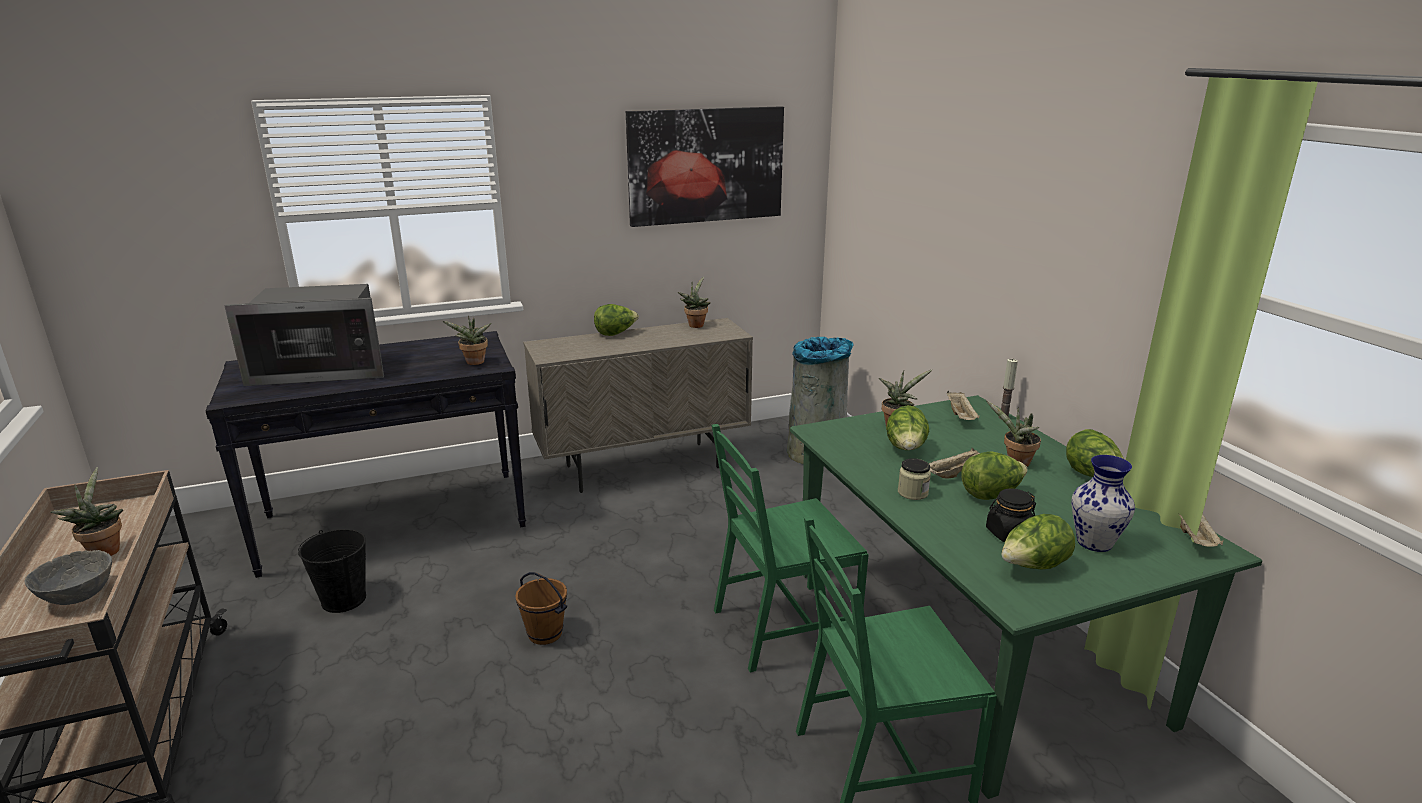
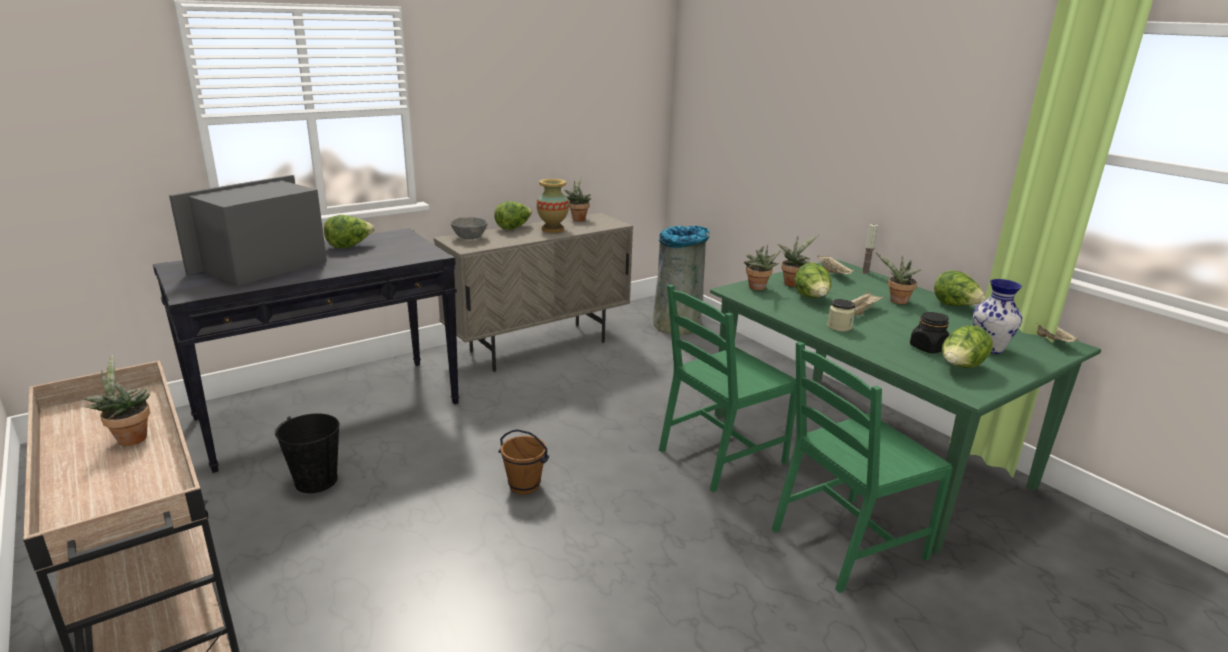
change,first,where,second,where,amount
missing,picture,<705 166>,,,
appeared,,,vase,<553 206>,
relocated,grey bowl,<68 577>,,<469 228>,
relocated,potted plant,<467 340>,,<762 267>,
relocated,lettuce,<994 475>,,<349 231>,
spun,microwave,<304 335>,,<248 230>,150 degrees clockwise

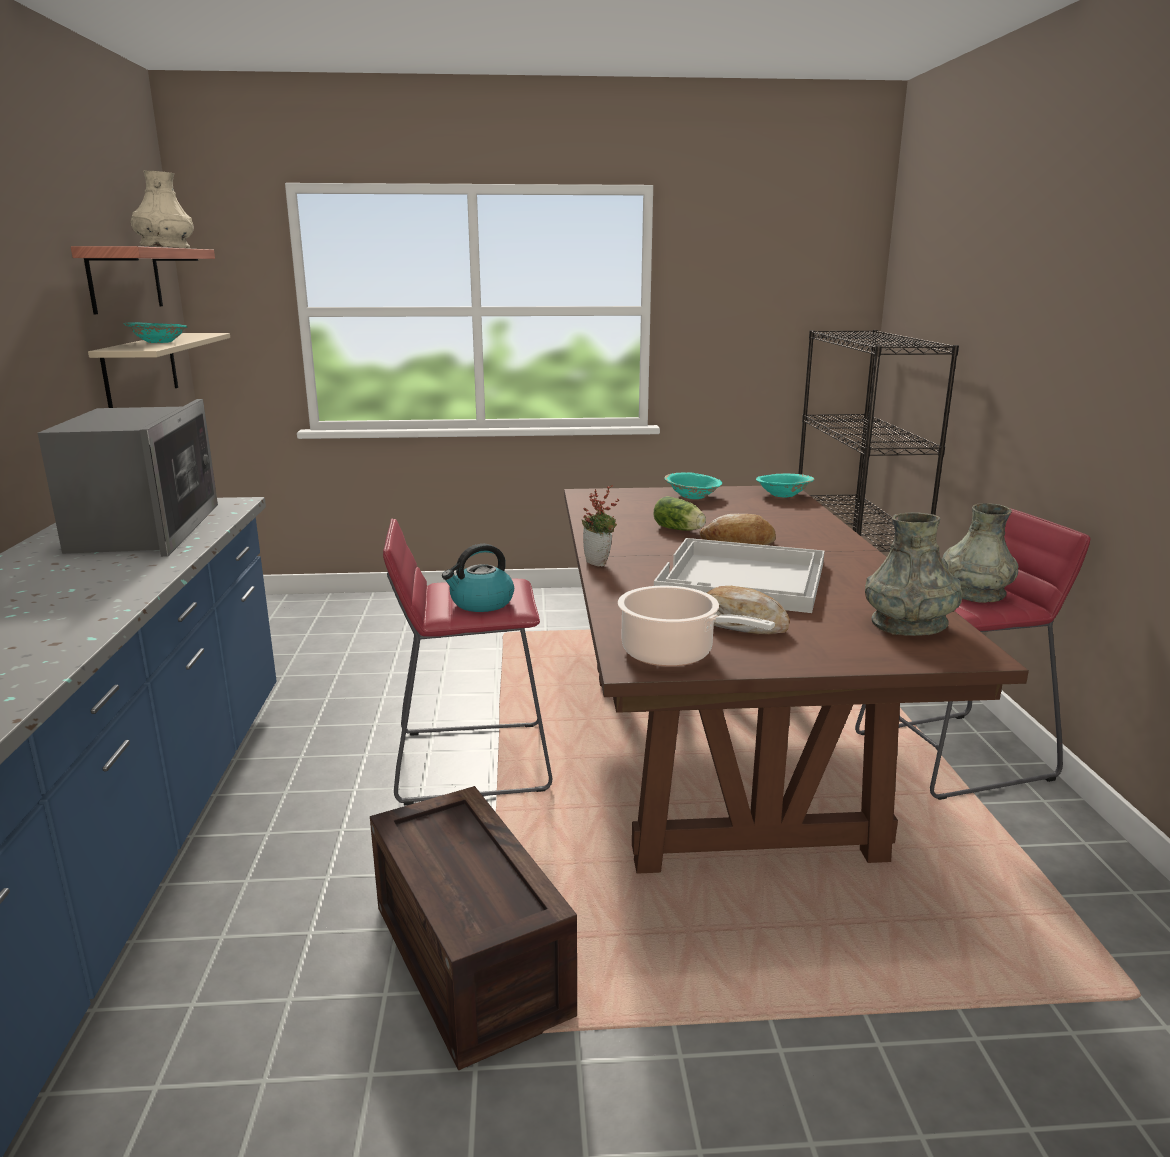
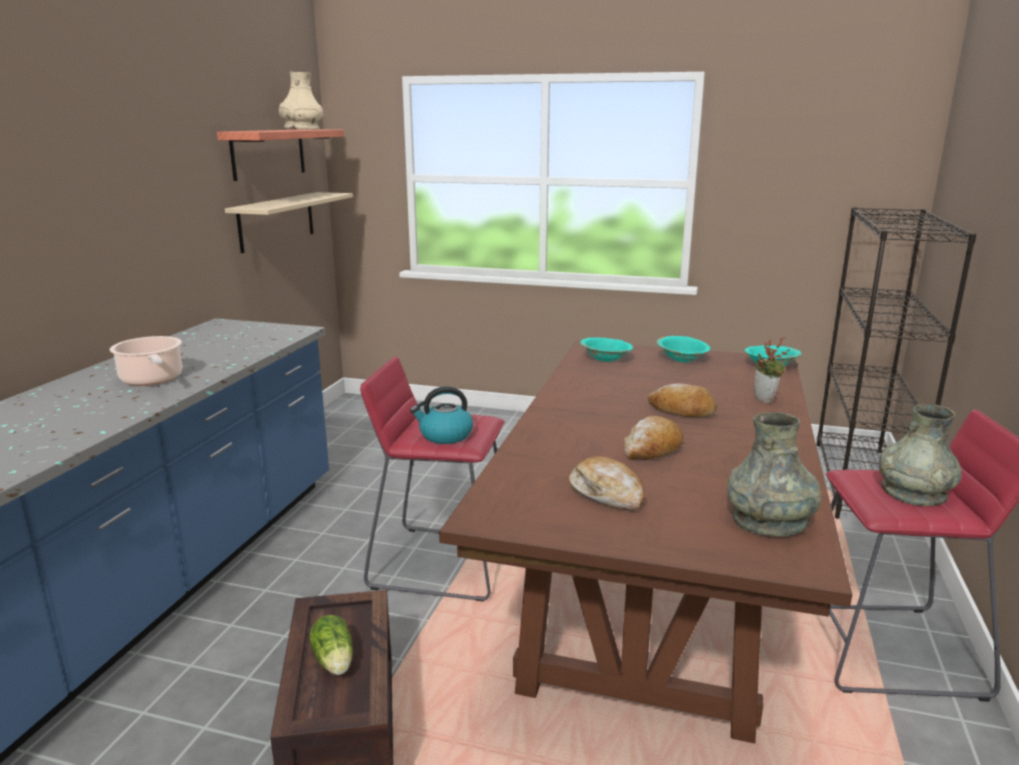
change,first,where,second,where,amount
missing,microwave,<128 478>,,,
relocated,turquoise bowl,<156 332>,,<606 349>,
relocated,potted plant,<600 525>,,<772 370>,
relocated,cooking pot,<696 626>,,<146 361>,
relocated,lettuce,<679 513>,,<331 645>,
exchanged,white tray,<739 575>,bread,<653 438>,

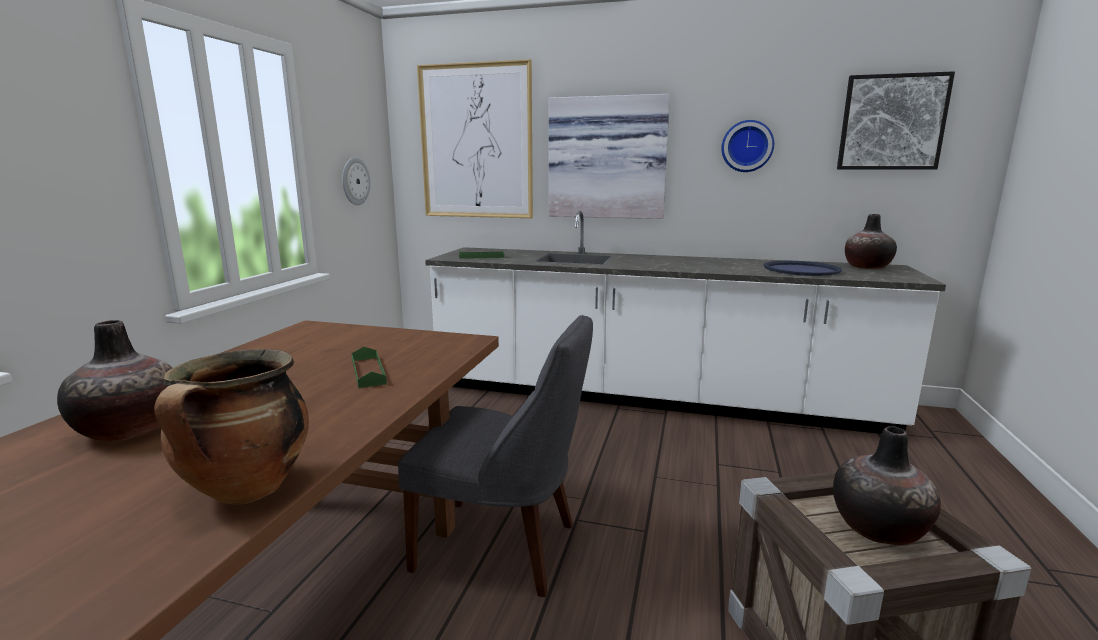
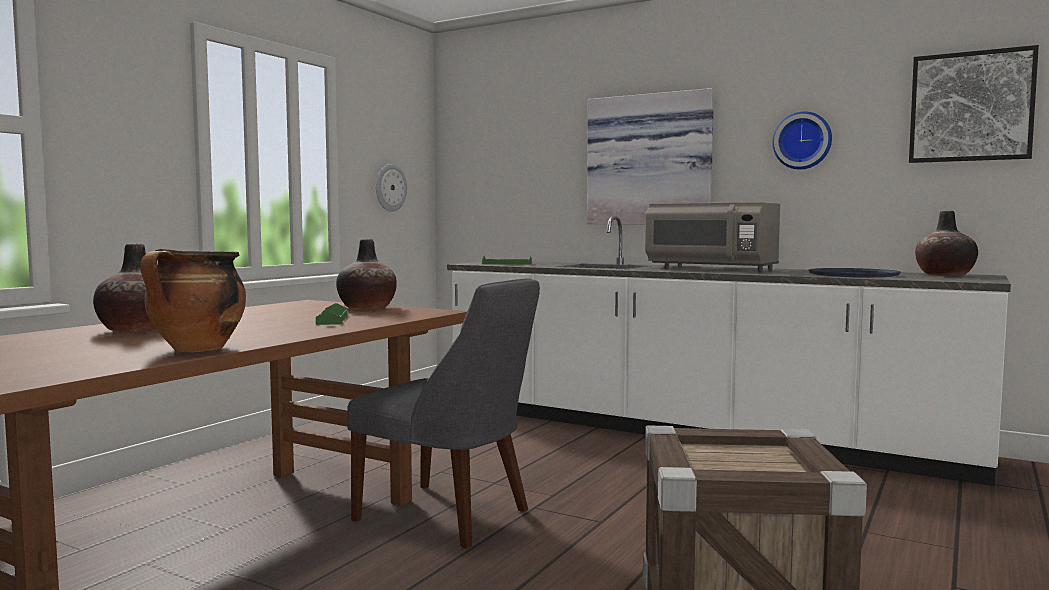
change,first,where,second,where,amount
missing,picture,<475 138>,,,
appeared,,,grey microwave,<712 236>,
relocated,vase,<887 485>,,<366 274>,

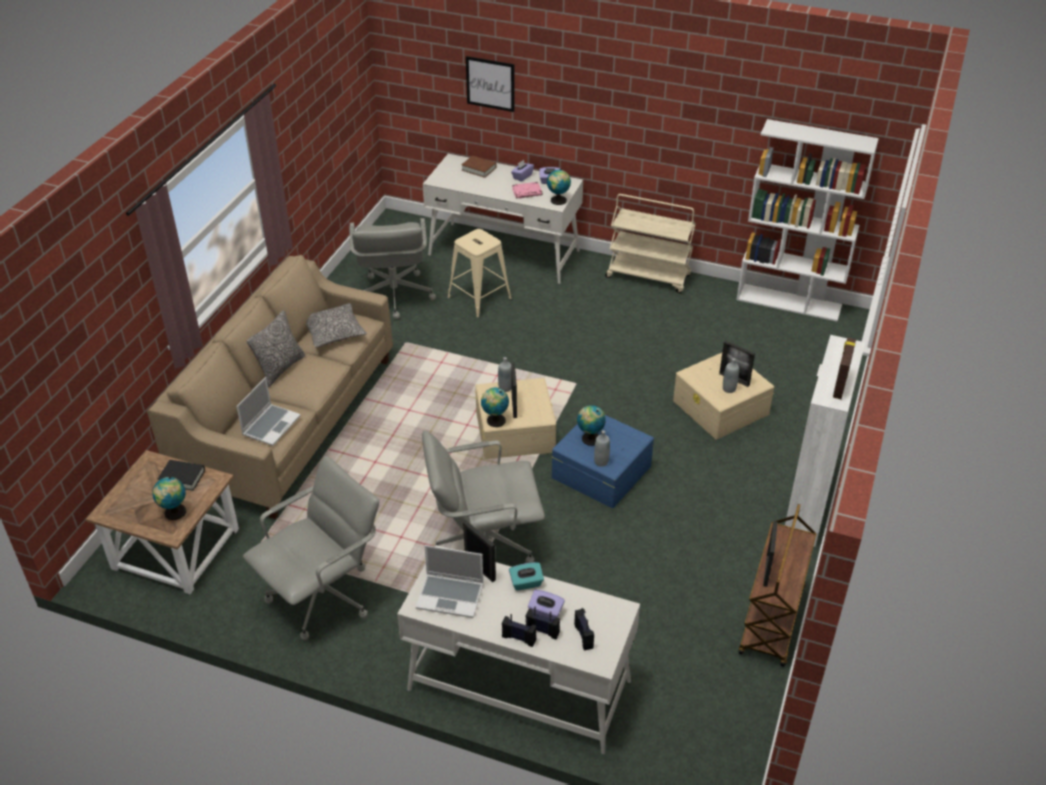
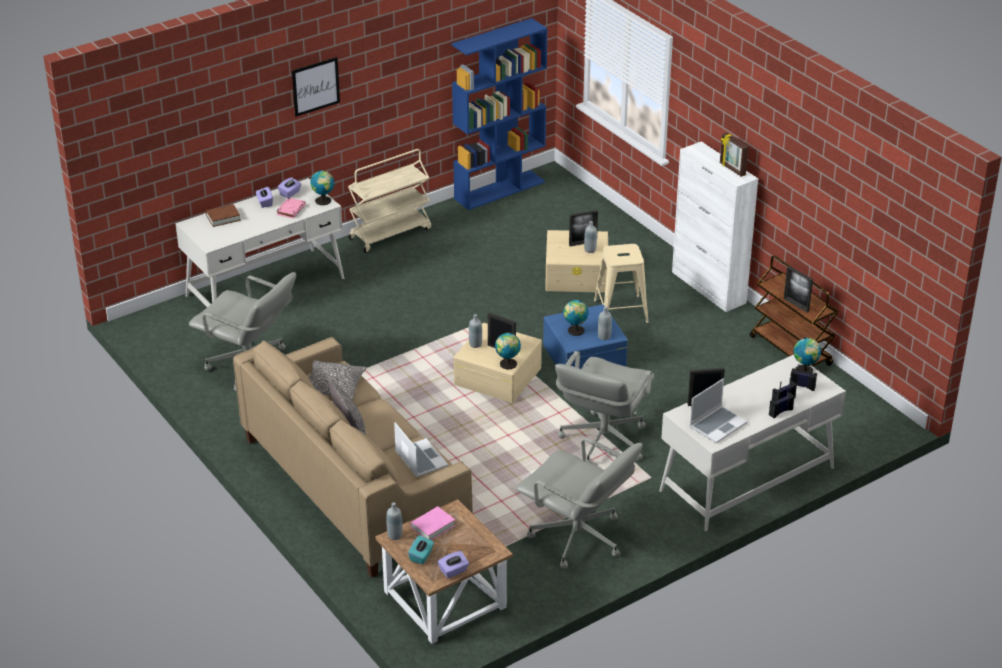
change,first,where,second,where,amount
appeared,,,grey bottle,<394 521>,
relocated,globe,<169 498>,,<807 355>,
relocated,beige stool,<479 273>,,<621 283>,
relocated,picture,<490 84>,,<316 87>,
relocated,turquoise tissue box,<526 576>,,<421 549>,
relocated,purple tissue box,<546 604>,,<453 564>,
colour,black book,<181 475>,pink book,<432 523>,
colour,white bookcase,<807 220>,blue bookcase,<499 114>,
spun,grey office chair,<311 548>,,<579 503>,135 degrees clockwise

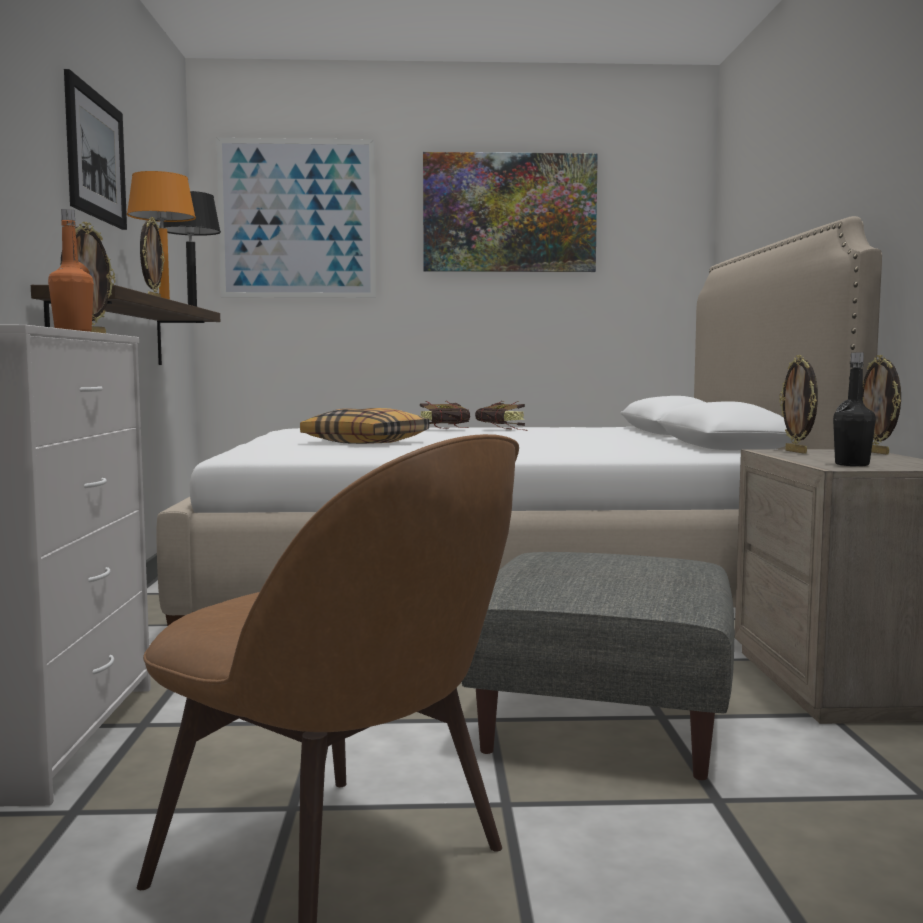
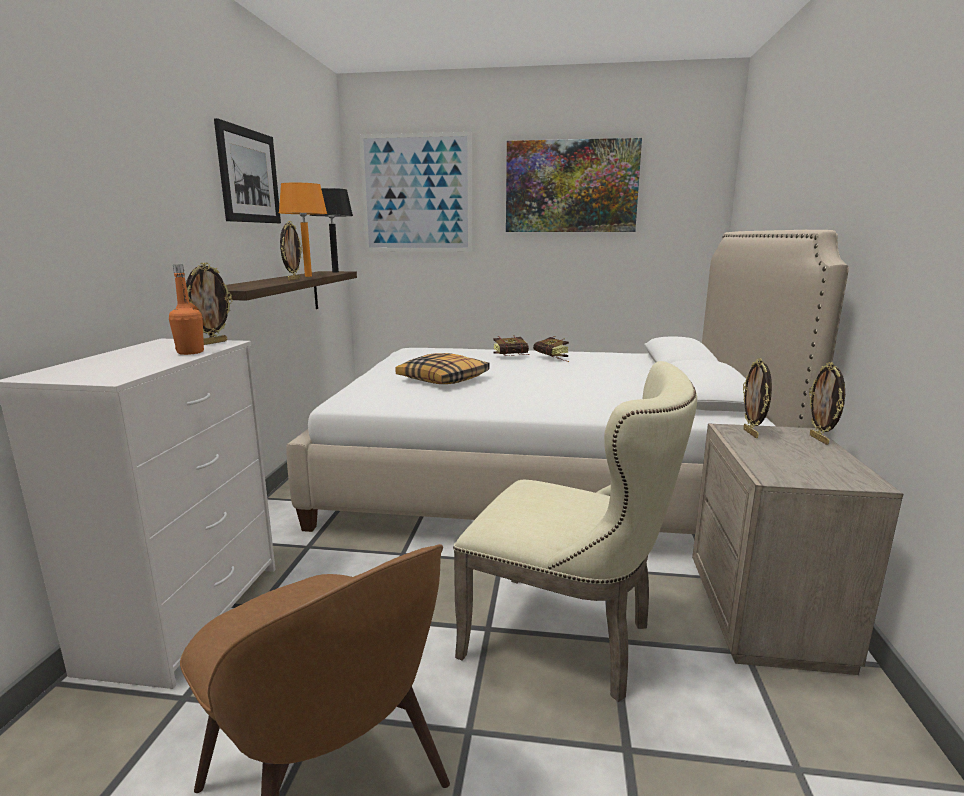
change,first,where,second,where,amount
missing,black bottle,<854 409>,,,
exchanged,grey ottoman,<598 666>,beige chair,<575 531>,

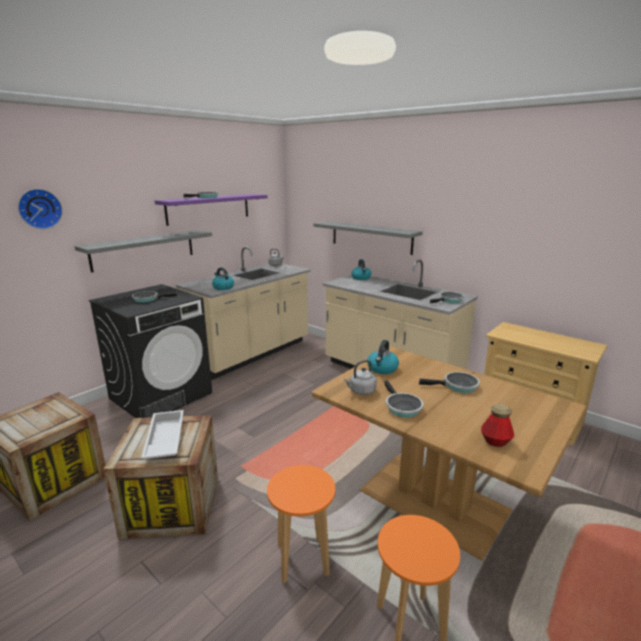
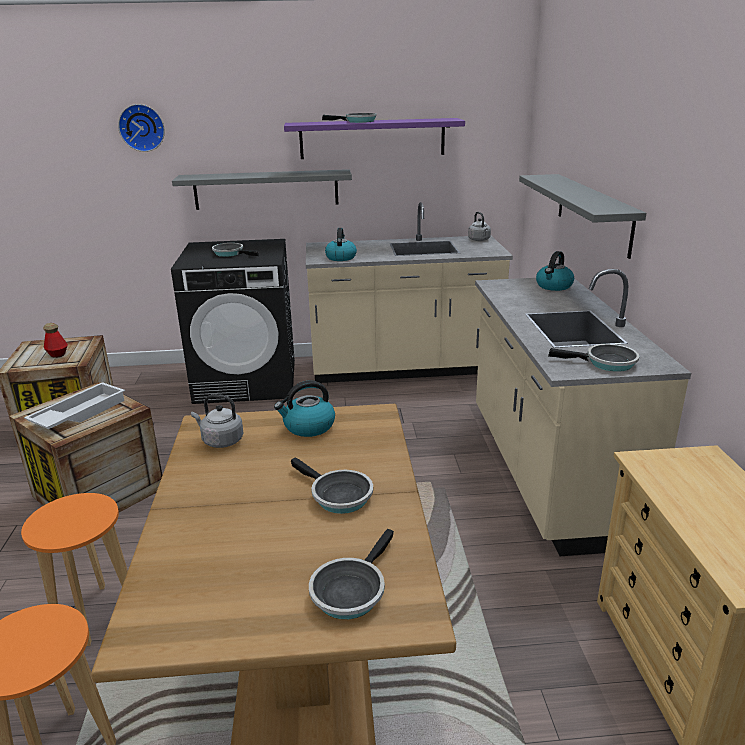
change,first,where,second,where,amount
relocated,frying pan,<403 399>,,<351 574>,
relocated,bottle,<497 425>,,<55 340>,

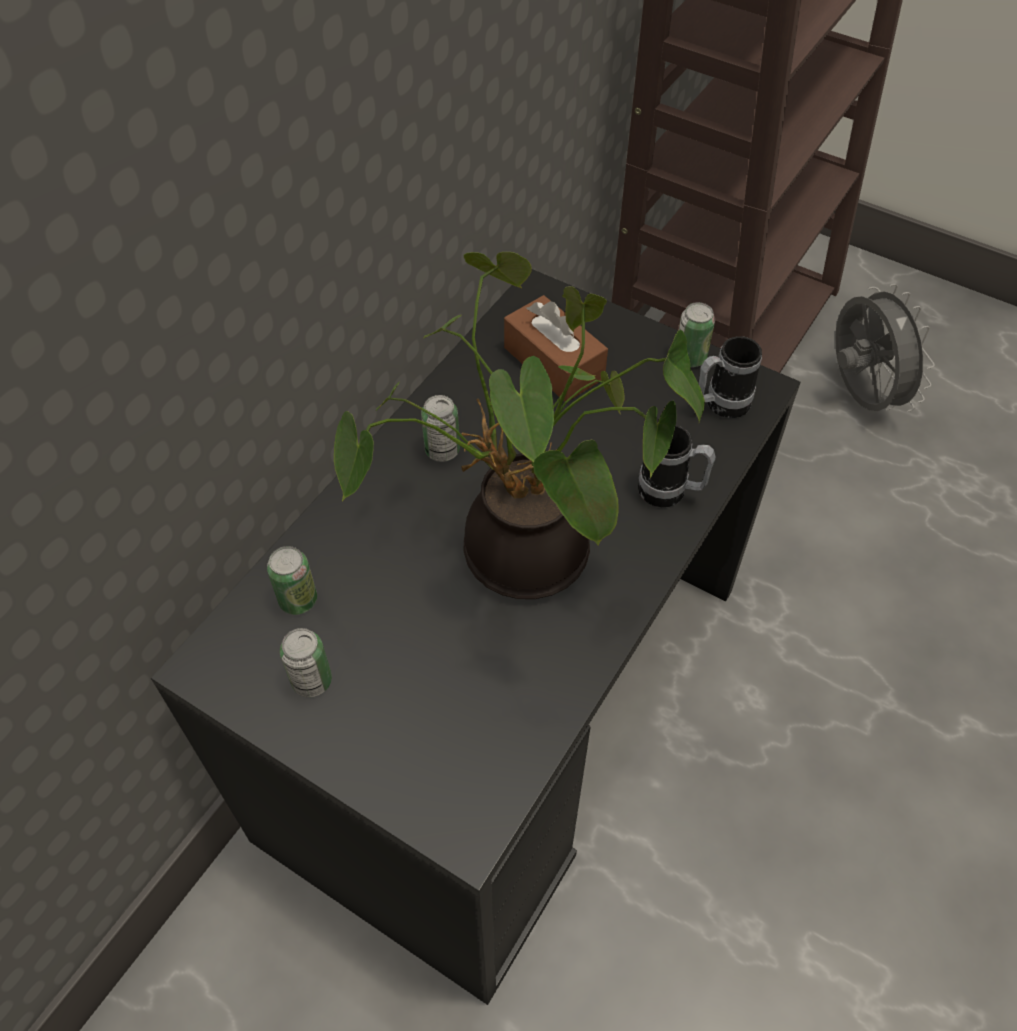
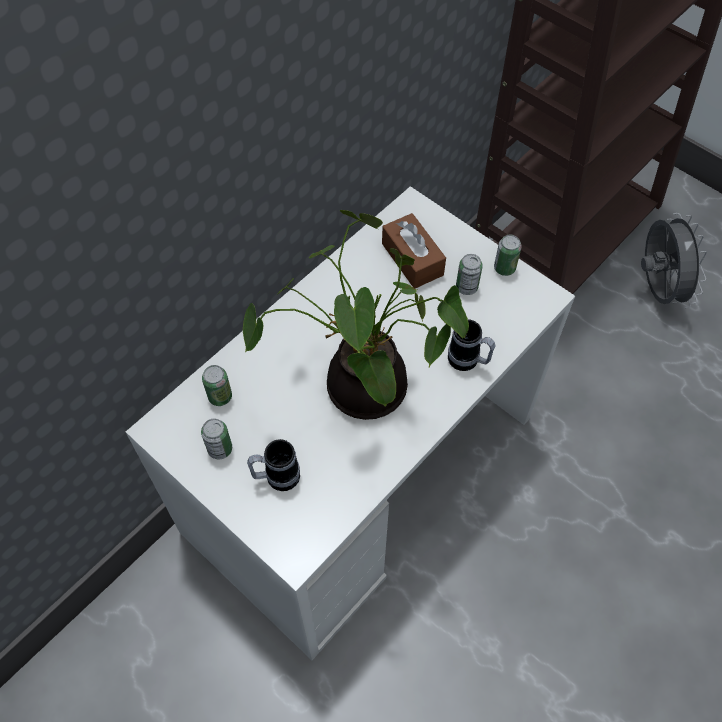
change,first,where,second,where,amount
relocated,can,<440 428>,,<469 274>,
relocated,mug,<730 377>,,<273 465>,
colour,black desk,<475 637>,white desk,<350 423>,

